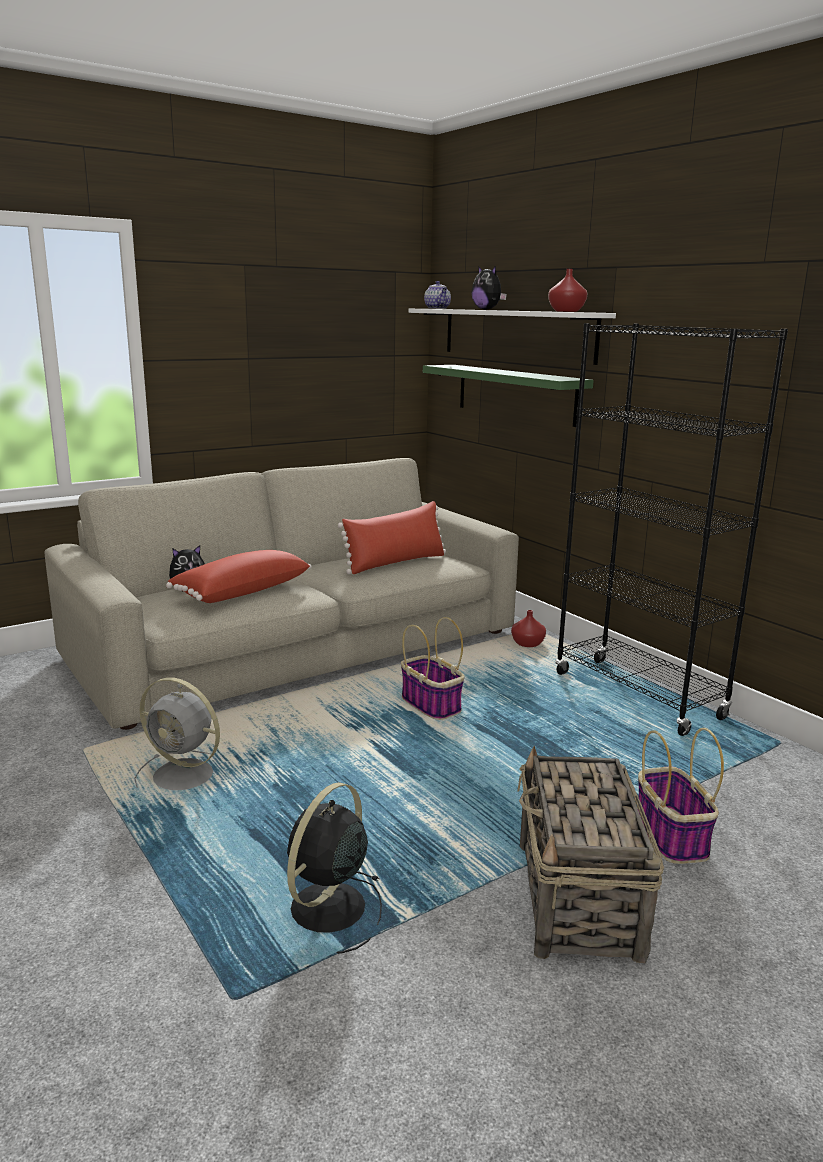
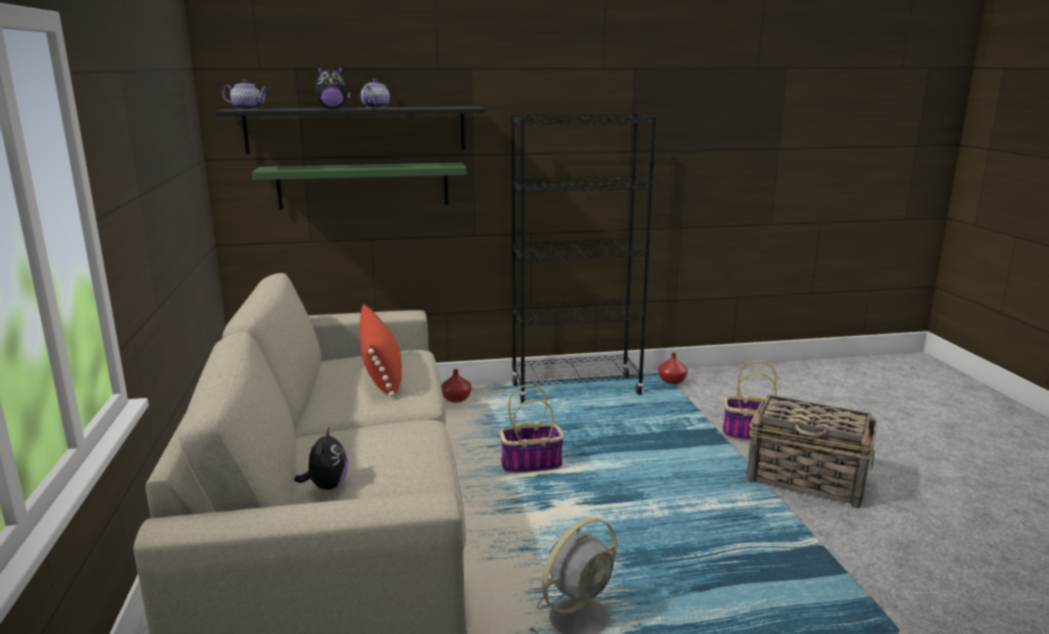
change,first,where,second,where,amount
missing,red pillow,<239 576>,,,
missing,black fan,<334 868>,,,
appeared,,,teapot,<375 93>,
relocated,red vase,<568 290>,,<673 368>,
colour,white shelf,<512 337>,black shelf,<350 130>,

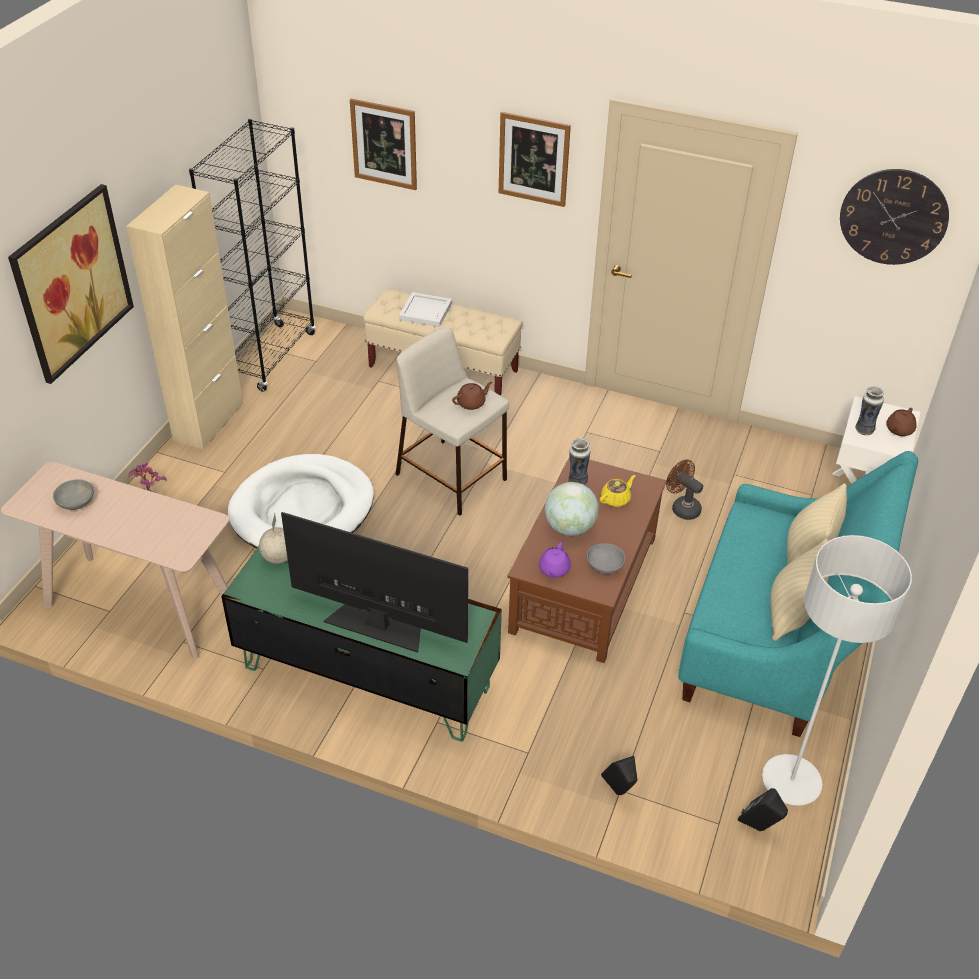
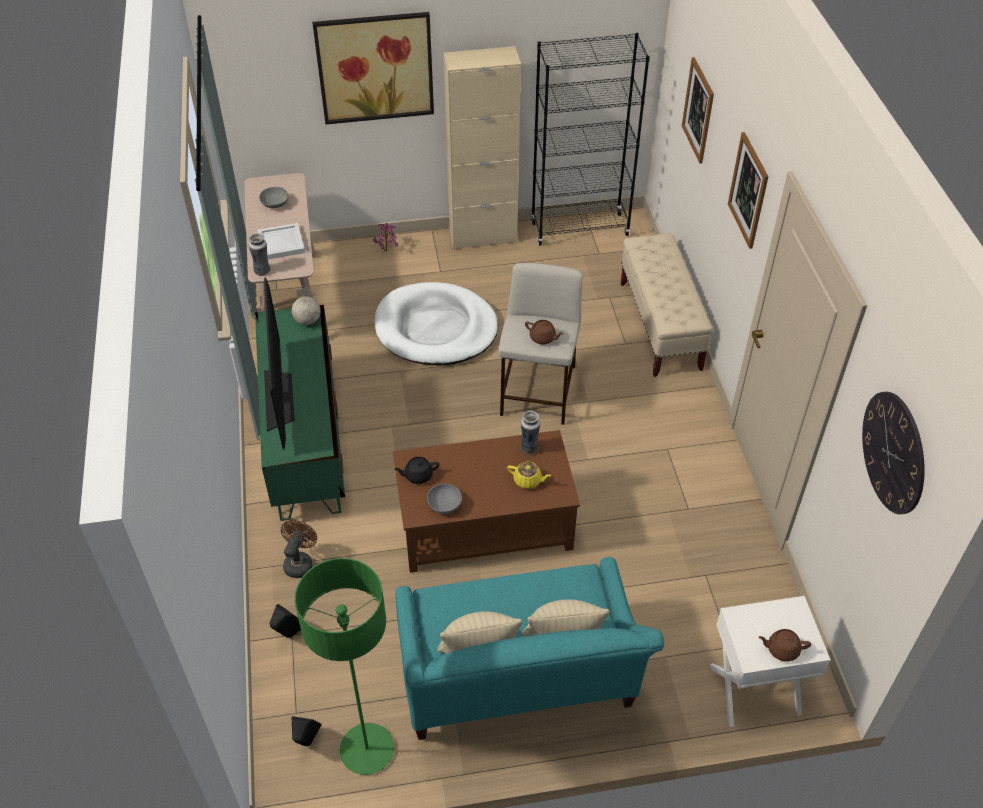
change,first,where,second,where,amount
missing,globe,<572 509>,,,
relocated,white tray,<425 309>,,<281 241>,
relocated,brown fan,<684 489>,,<299 549>,
relocated,vase,<869 410>,,<259 254>,
colour,purple teapot,<555 560>,black teapot,<416 470>,
colour,grey floor lamp,<837 670>,green floor lamp,<344 666>,

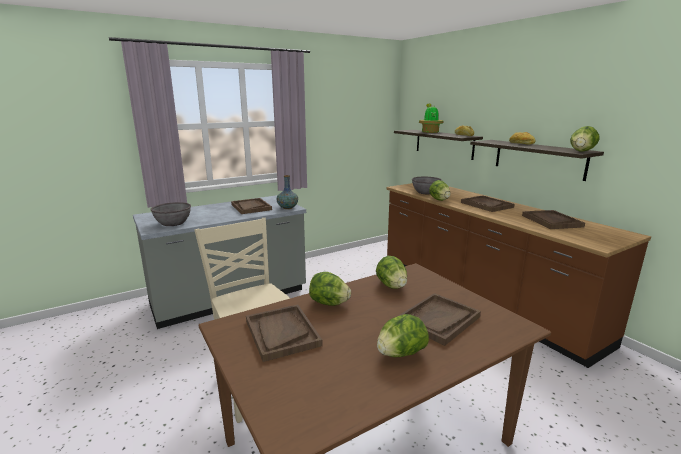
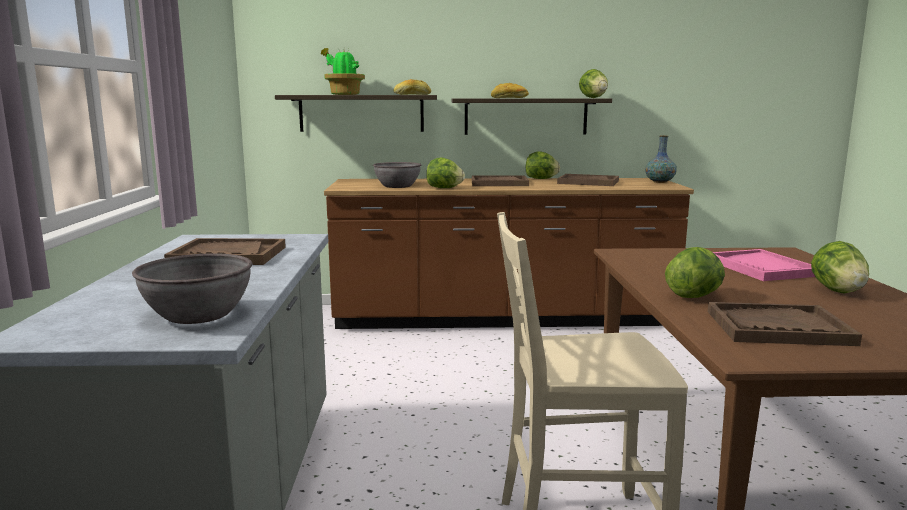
change,first,where,second,where,amount
relocated,vase,<287 192>,,<661 159>,
relocated,lettuce,<391 272>,,<543 165>,
colour,brown tray,<439 319>,pink tray,<764 265>,

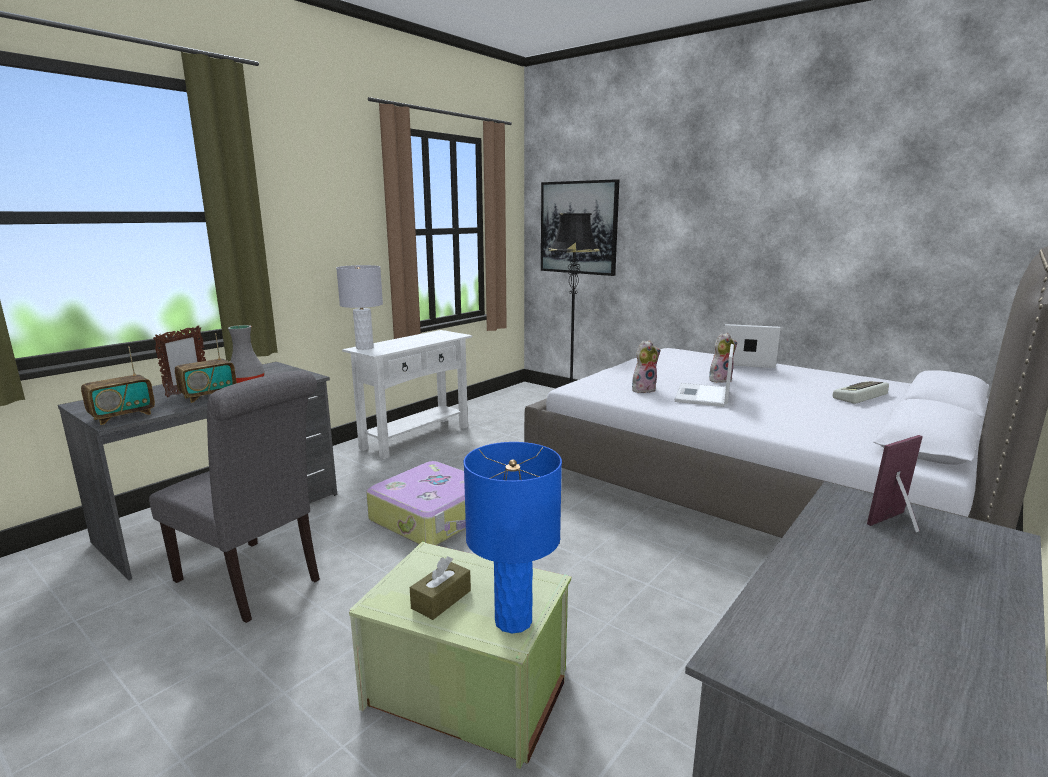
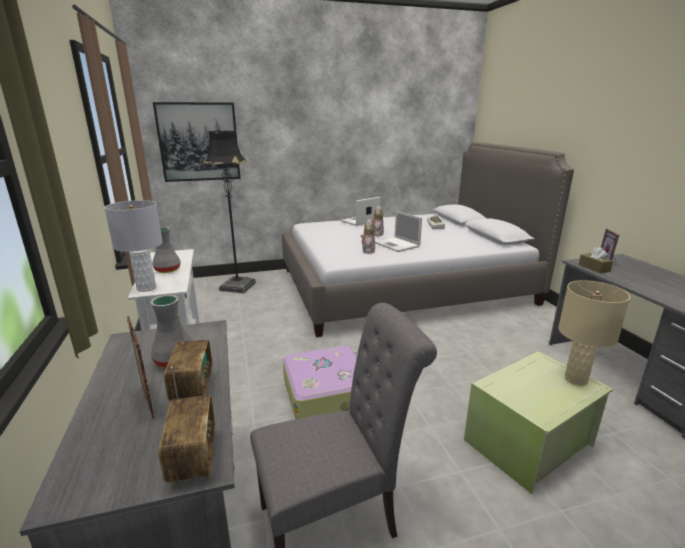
change,first,where,second,where,amount
appeared,,,grey vase,<166 250>,
relocated,brown tissue box,<440 588>,,<596 260>,
colour,blue table lamp,<513 537>,beige table lamp,<594 333>,

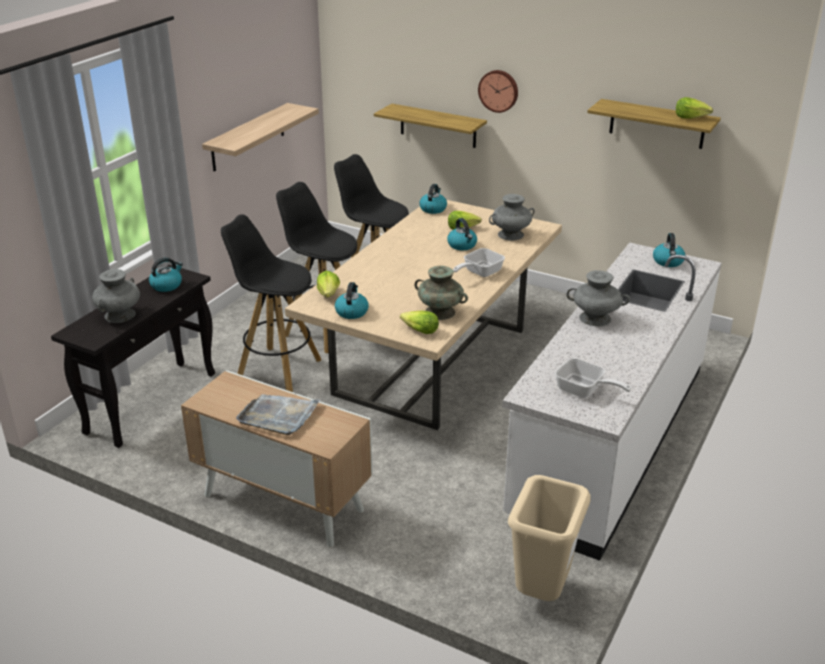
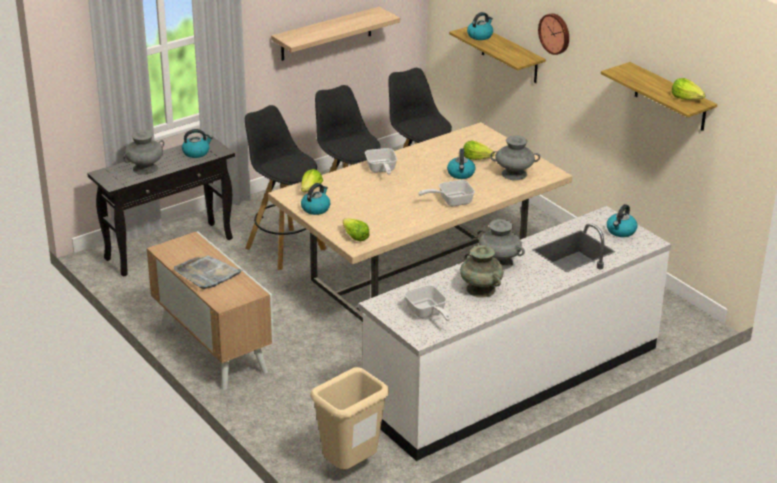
change,first,where,second,where,amount
appeared,,,frying pan,<381 161>,
relocated,turquoise vase,<441 293>,,<482 271>,
relocated,kettle,<433 199>,,<480 26>,

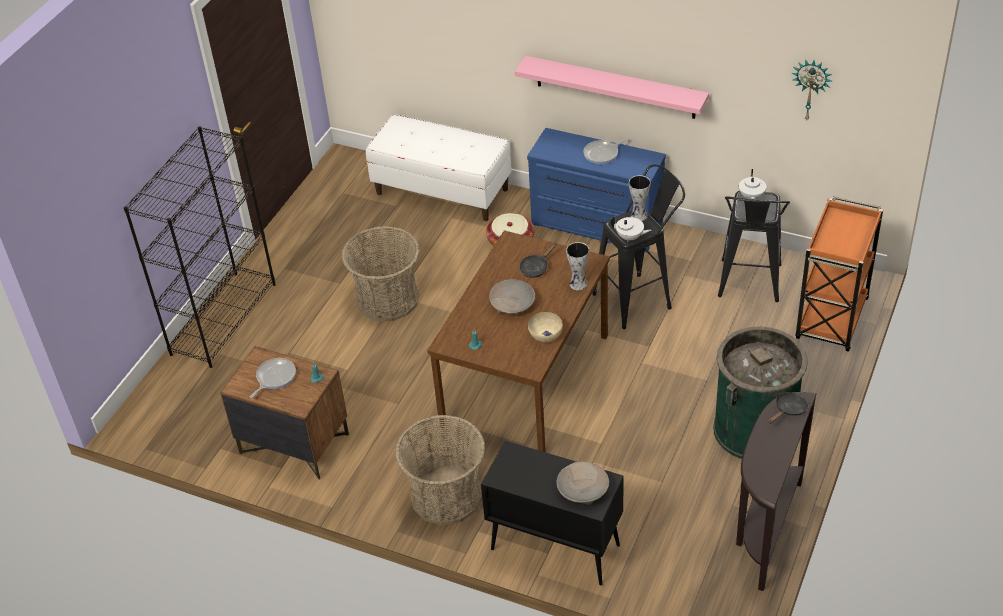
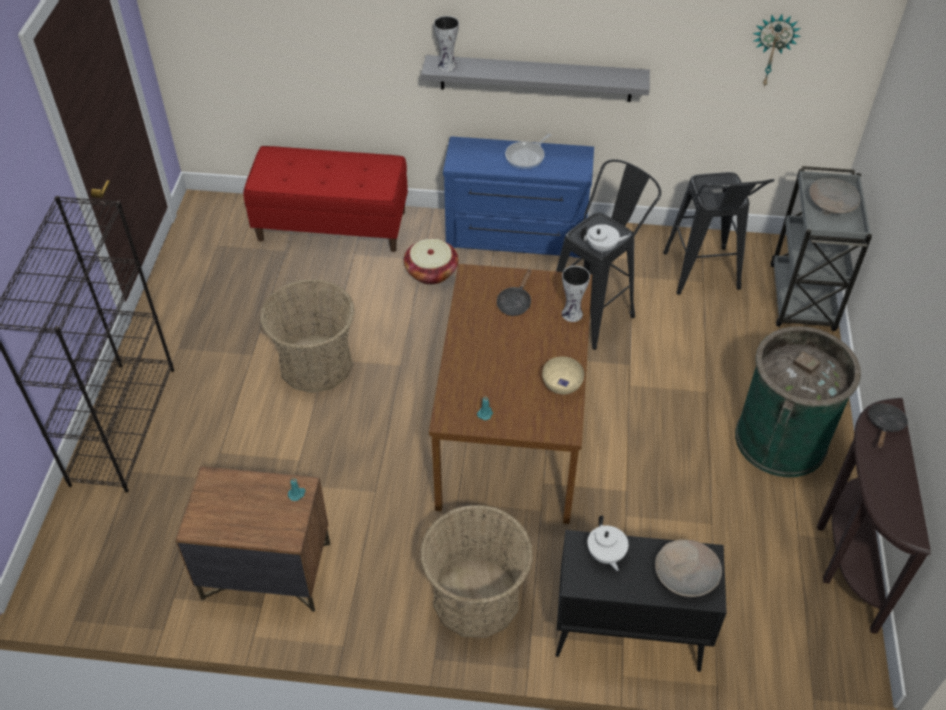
change,first,where,second,where,amount
missing,frying pan,<273 378>,,,
relocated,beige bowl,<512 296>,,<835 196>,
relocated,vase,<640 198>,,<446 44>,
relocated,white teapot,<752 184>,,<608 543>,
colour,white bench,<438 167>,red bench,<326 199>,
colour,pink shelf,<612 87>,grey shelf,<535 78>,
colour,orange cart,<839 274>,grey cart,<821 248>,

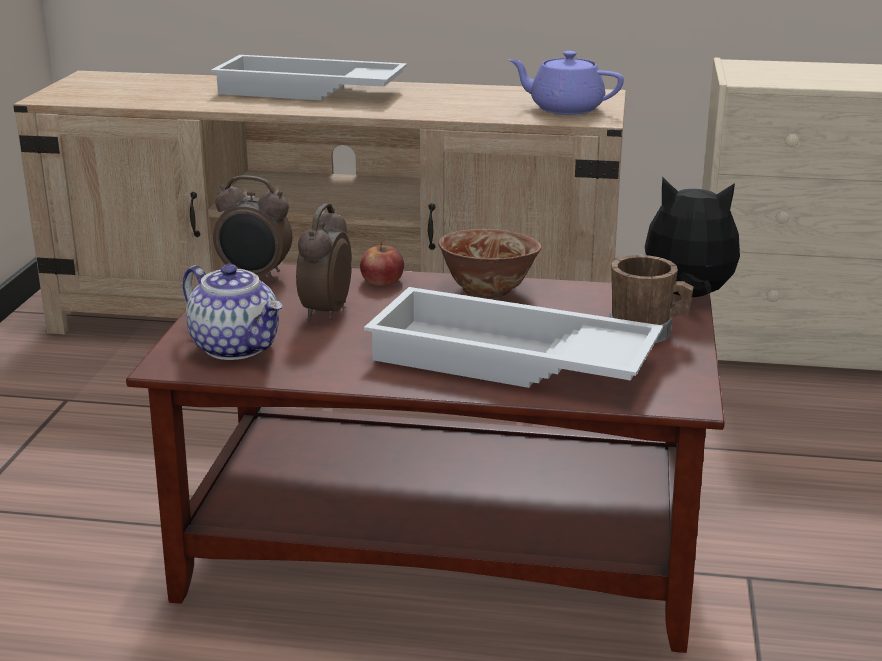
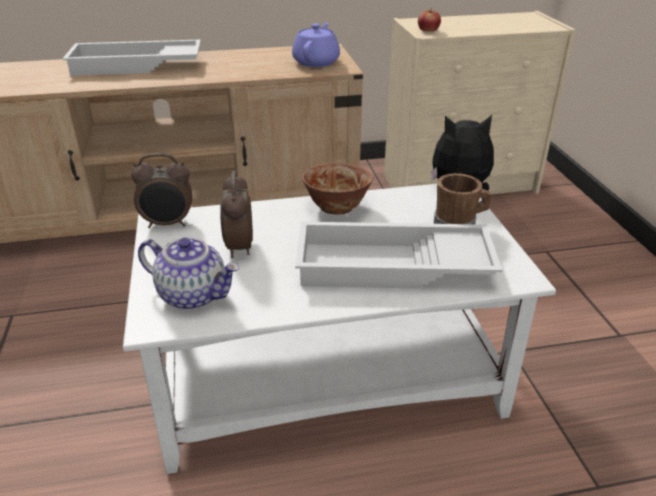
change,first,where,second,where,amount
relocated,apple,<382 264>,,<429 20>,
colour,brown coffee table,<425 458>,white coffee table,<339 329>,
spun,purple teapot,<566 83>,,<316 44>,105 degrees clockwise

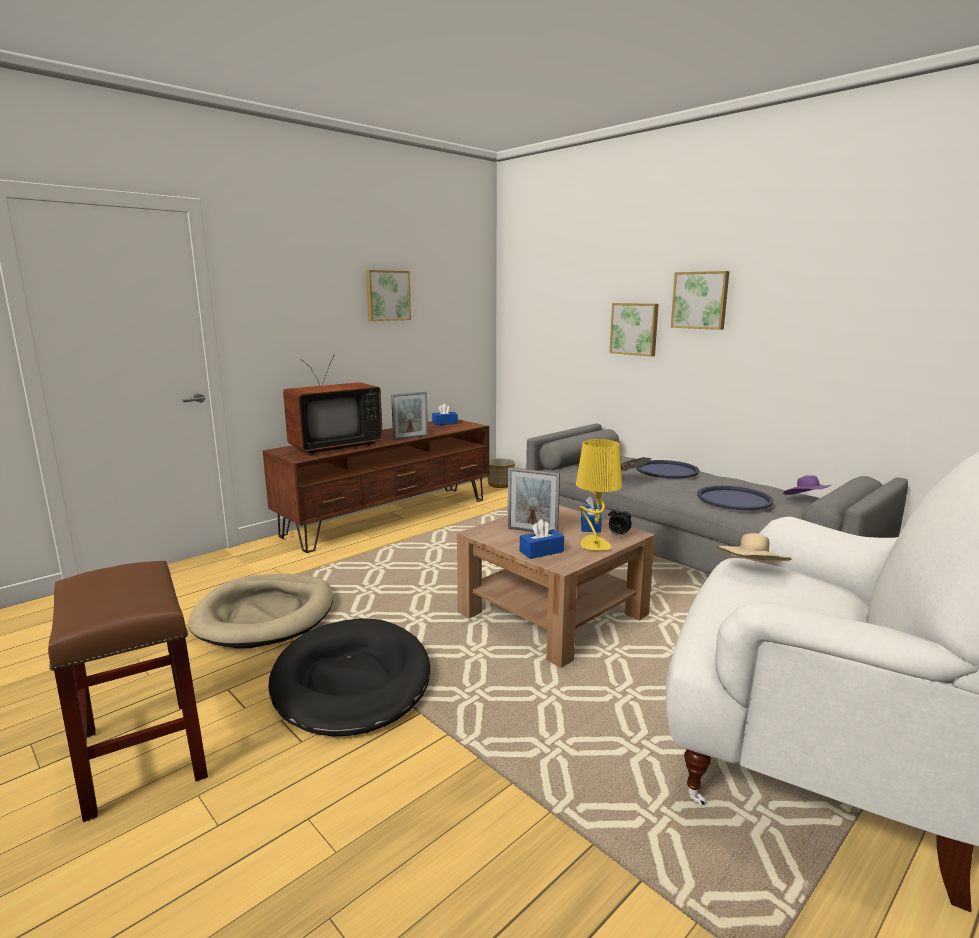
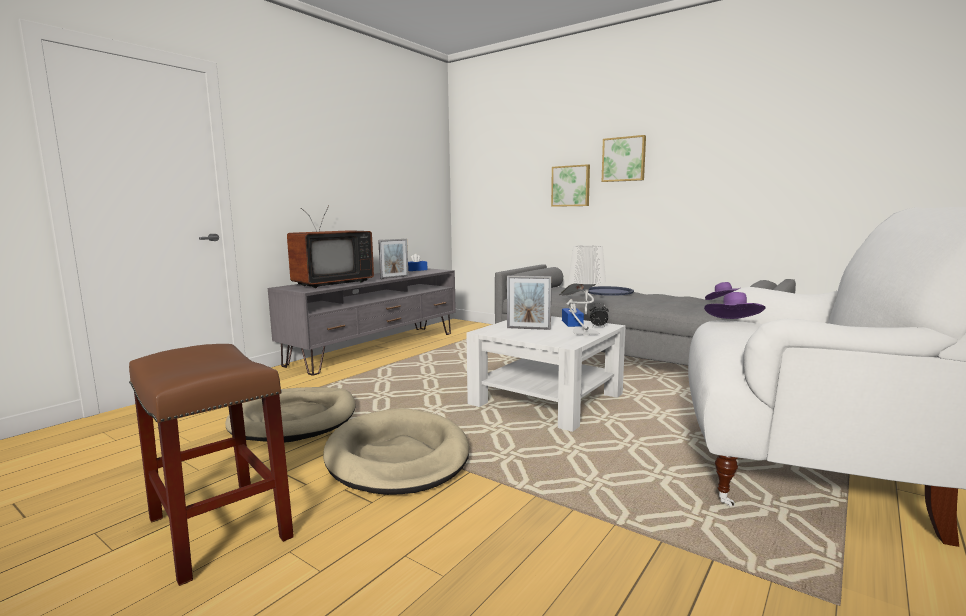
change,first,where,second,where,amount
missing,picture,<388 295>,,,
missing,planter,<501 473>,,,
missing,blue tissue box,<542 539>,,,
missing,blue tray,<735 498>,,,
colour,brown tv stand,<376 486>,grey tv stand,<362 322>,
colour,black dog bed,<349 677>,beige dog bed,<396 452>,
colour,brown coffee table,<556 586>,white coffee table,<546 374>,
colour,yellow table lamp,<599 495>,grey table lamp,<587 290>,
colour,beige hat,<753 547>,purple hat,<735 305>,

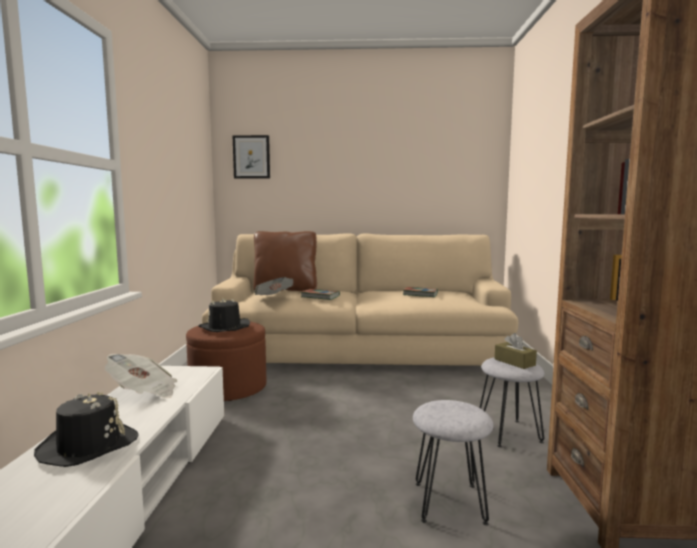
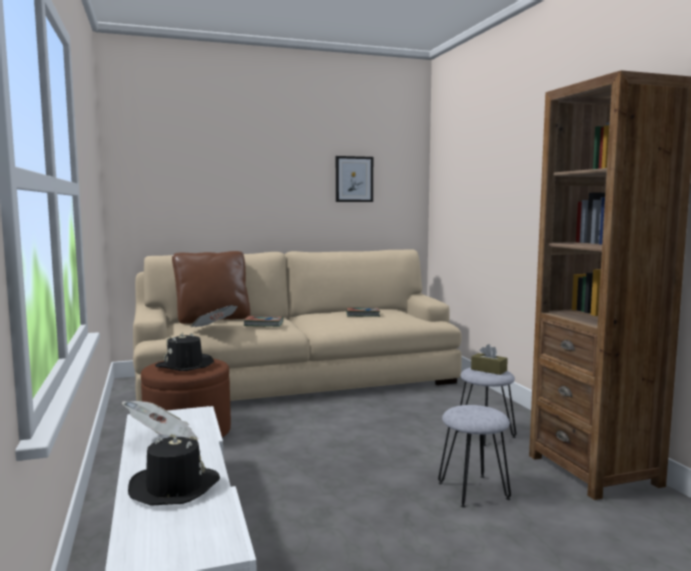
change,first,where,second,where,amount
relocated,picture,<251 157>,,<354 179>,

